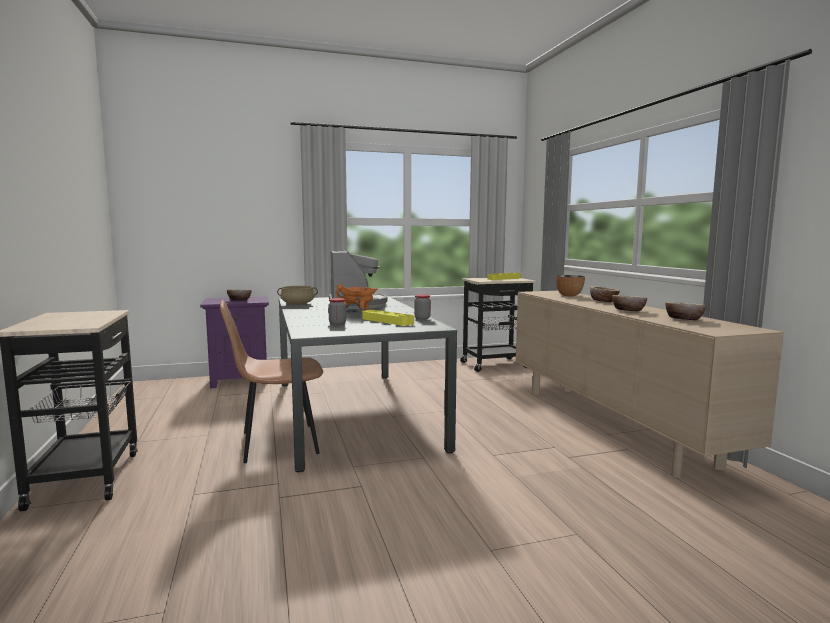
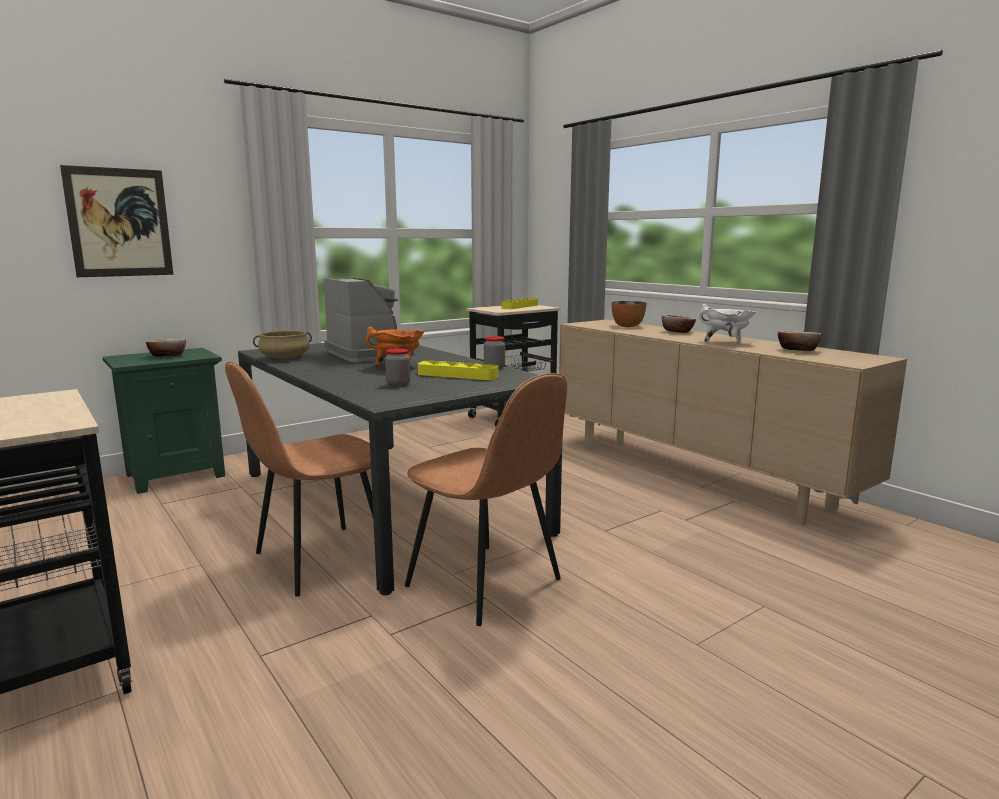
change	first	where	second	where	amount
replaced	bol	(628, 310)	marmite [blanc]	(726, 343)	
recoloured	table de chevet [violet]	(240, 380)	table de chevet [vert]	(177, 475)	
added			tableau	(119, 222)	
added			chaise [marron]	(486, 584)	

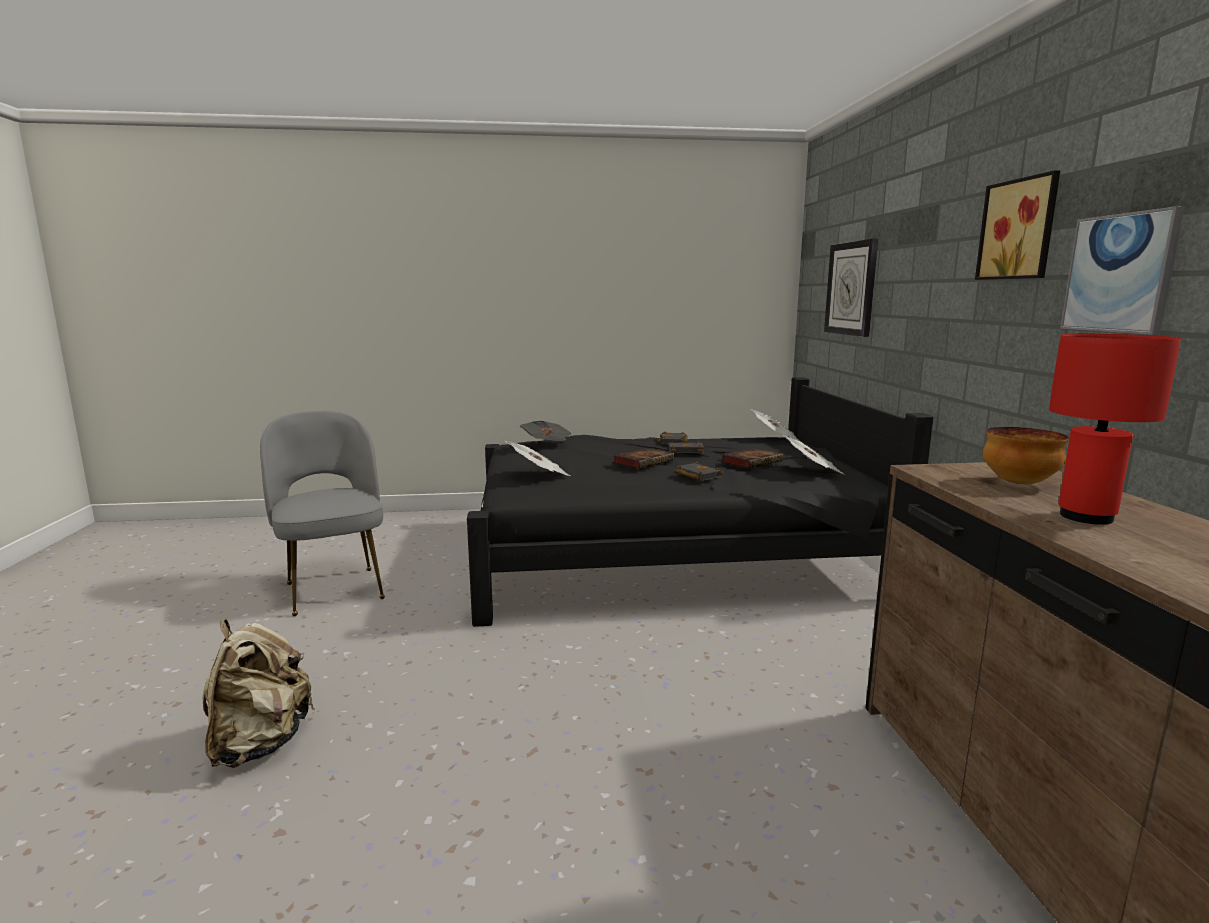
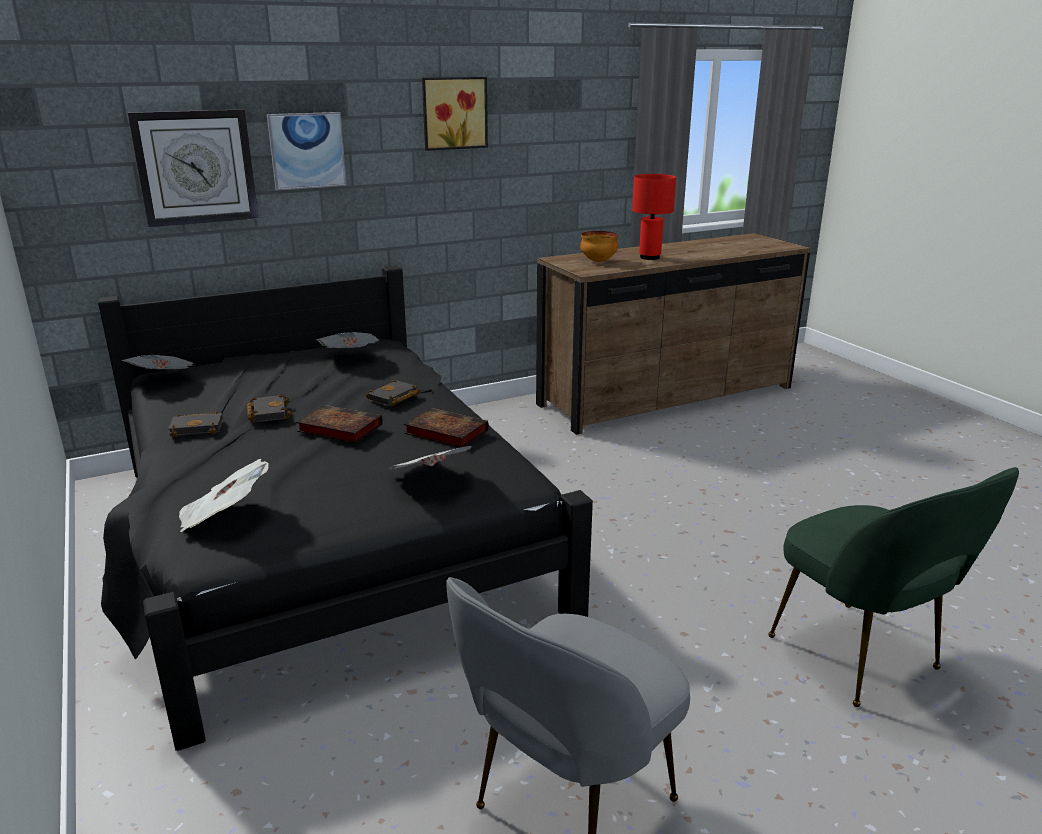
change	first	where	second	where	amount
moved	tableau	(1120, 273)		(307, 150)	
moved	livre	(752, 462)		(444, 432)	
replaced	sac à dos [beige]	(260, 743)	chaise [vert]	(862, 661)	

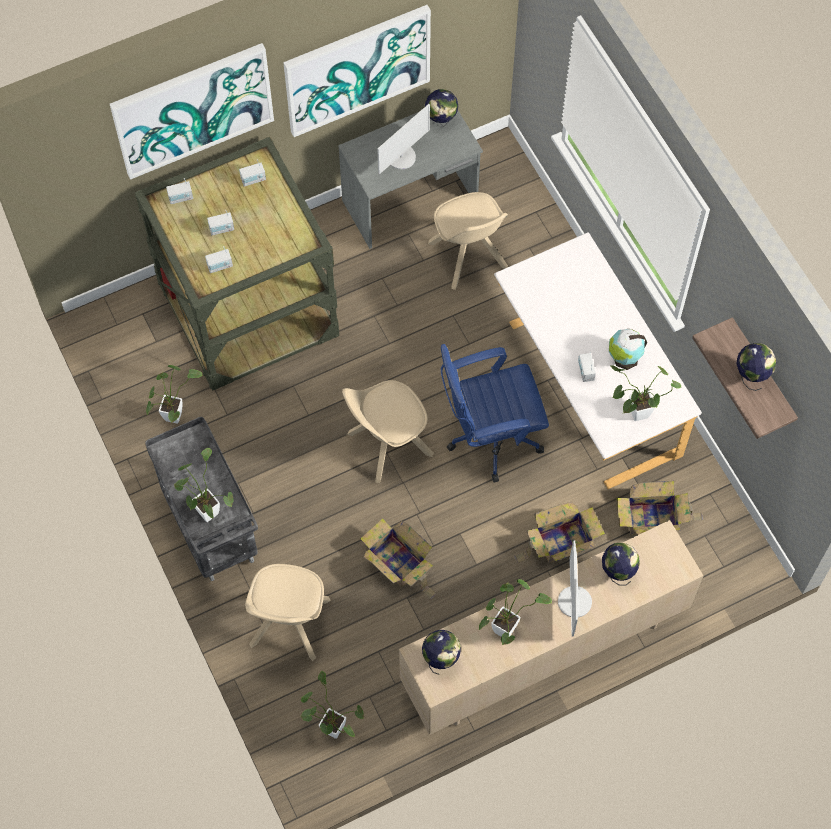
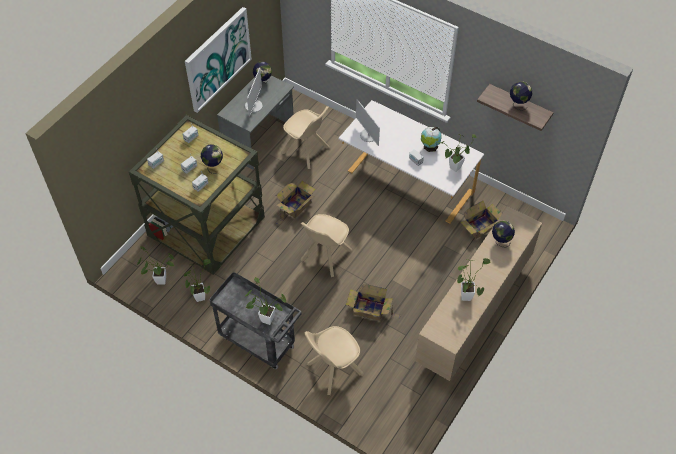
change	first	where	second	where	amount
removed	tableau	(193, 109)			
removed	chaise de bureau [bleu]	(490, 438)			
moved	carton	(560, 542)		(295, 206)	
moved	écran d'ordinateur	(574, 602)		(368, 135)	
turned	chaise [beige]	(289, 625)		(333, 370)	75 degrees clockwise
moved	globe	(441, 658)		(213, 166)	
moved	plante en pot	(329, 727)		(158, 281)	

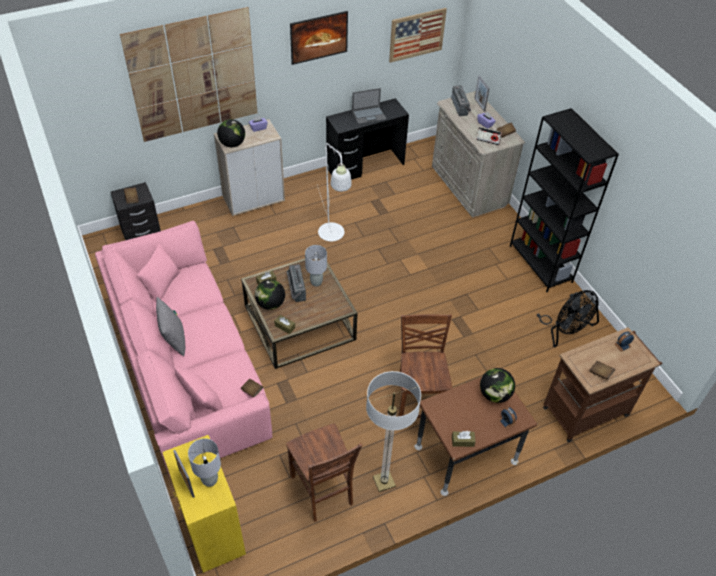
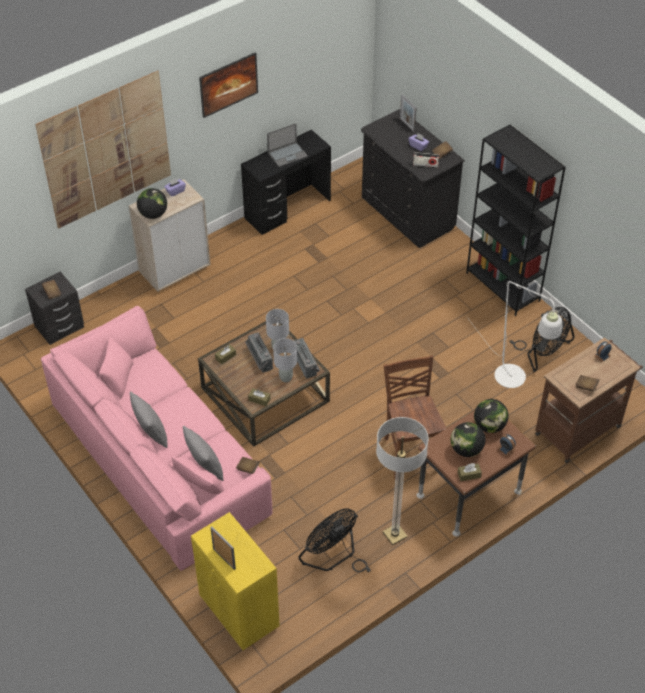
change	first	where	second	where	amount
removed	tableau	(417, 34)			
moved	radio	(461, 107)		(306, 363)	
recoloured	commode [beige]	(468, 186)	commode [noir]	(406, 213)	
moved	lampadaire [blanc]	(333, 237)		(514, 381)	
moved	globe	(270, 304)		(466, 449)	
replaced	chaise [marron]	(322, 491)	ventilateur [noir]	(337, 555)	
moved	lampe de table [gris]	(209, 480)		(285, 378)	
added			coussin [gris]	(205, 467)	

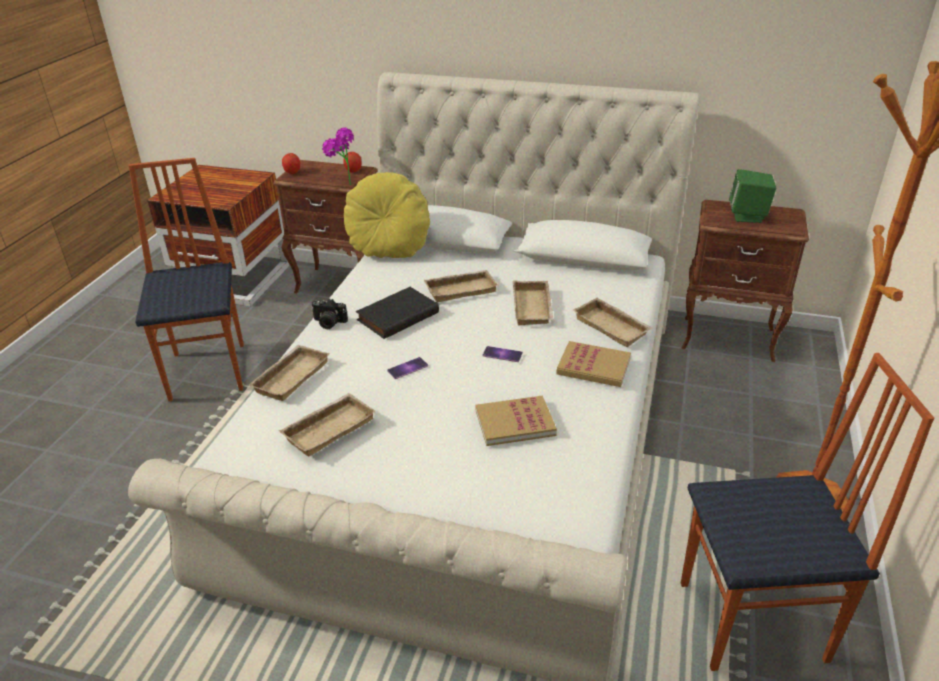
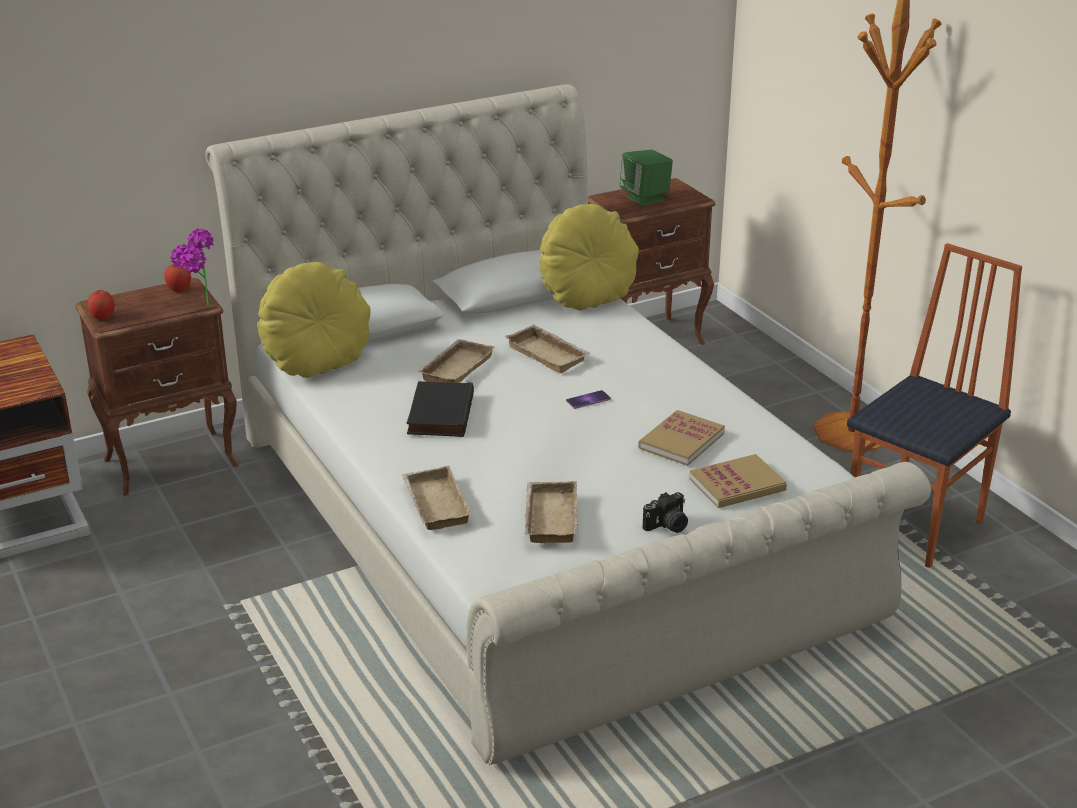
change	first	where	second	where	amount
removed	chaise	(209, 370)			
removed	plateau [beige]	(613, 326)			
moved	appareil photo	(329, 323)		(667, 526)	
moved	livre	(593, 367)		(737, 485)	
removed	téléphone	(407, 368)			
added			coussin [jaune]	(587, 301)	

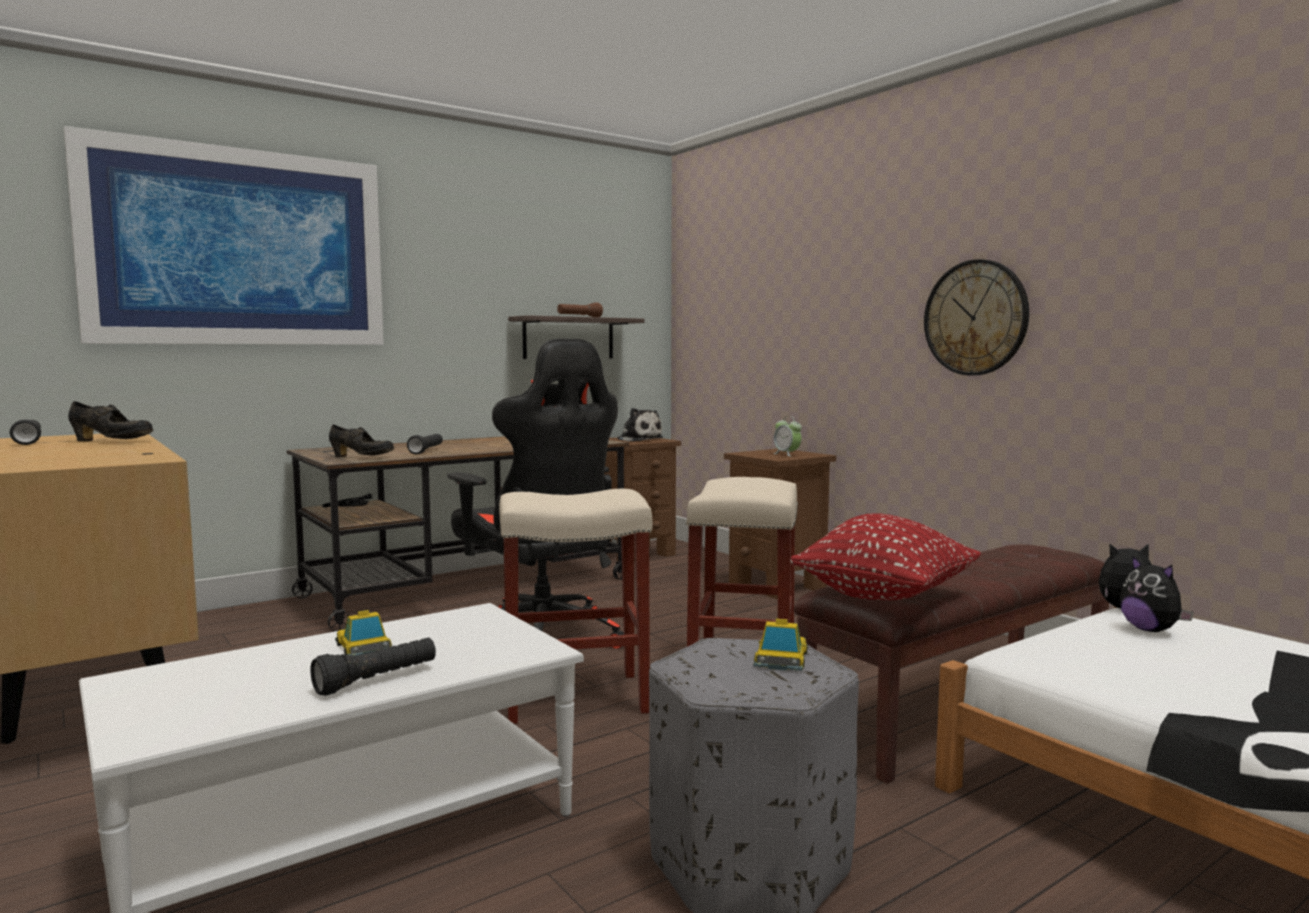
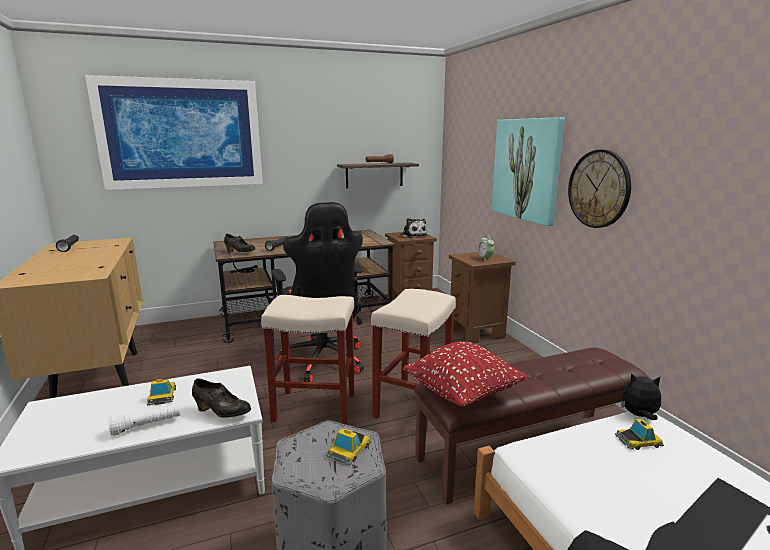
change	first	where	second	where	amount
moved	chaussure [noir]	(111, 441)		(222, 413)	
replaced	peluche	(1150, 630)	petite voiture	(638, 441)	
recoloured	lampe de poche [noir]	(377, 680)	lampe de poche [blanc]	(147, 426)	
added			tableau	(526, 169)	

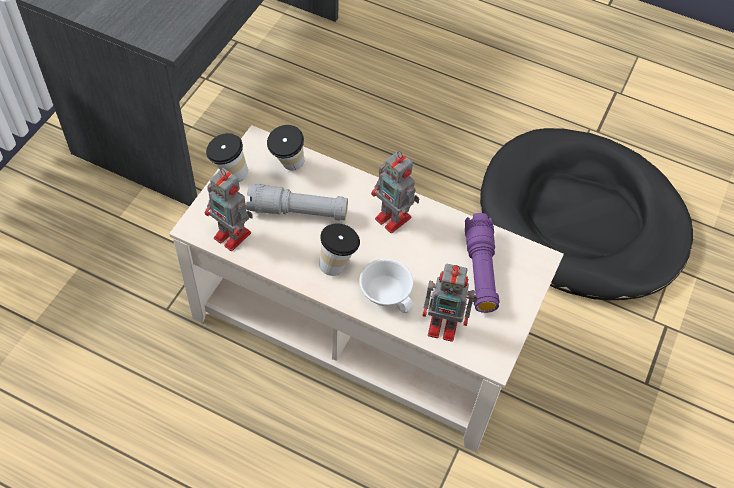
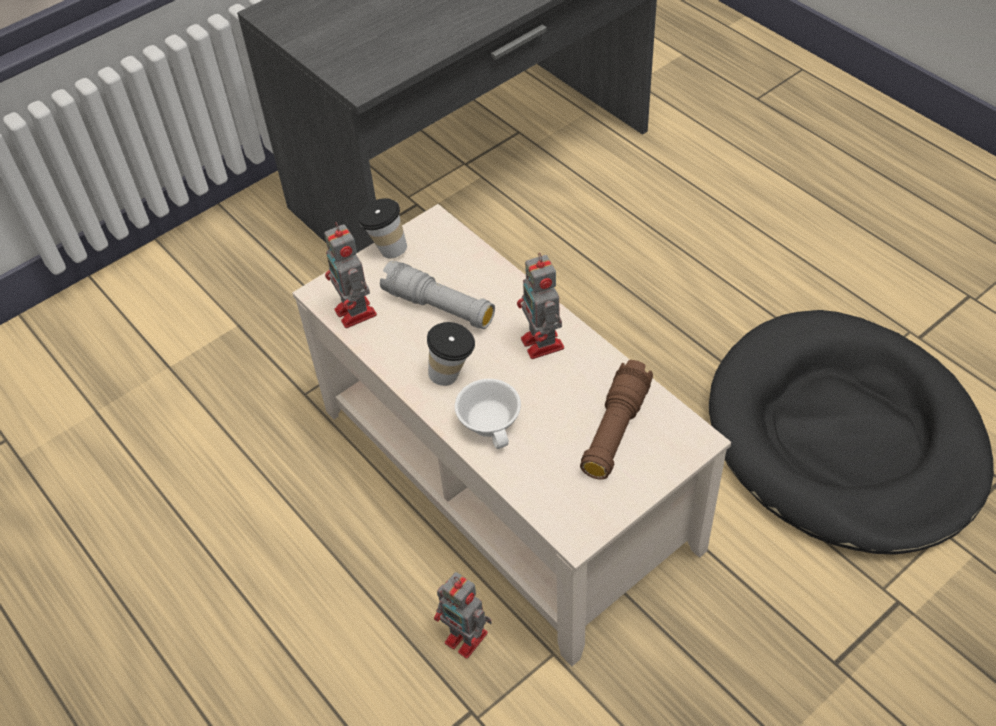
change	first	where	second	where	amount
removed	tasse	(287, 167)			
recoloured	lampe de poche [violet]	(480, 270)	lampe de poche [marron]	(615, 430)	
moved	robot jouet	(445, 326)		(468, 639)	

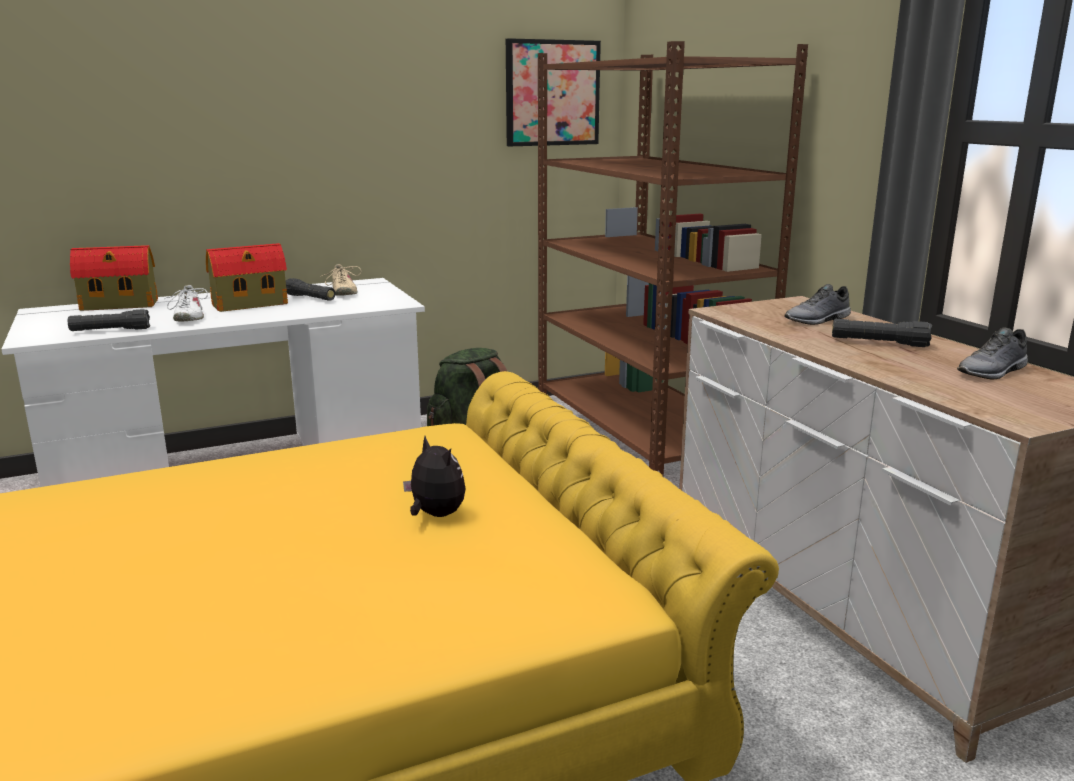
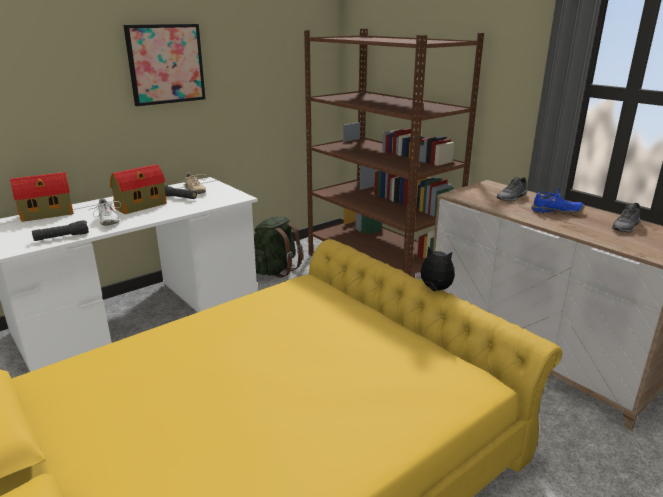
change	first	where	second	where	amount
moved	tableau	(552, 93)		(166, 64)	
replaced	lampe de poche [noir]	(879, 343)	chaussure [bleu]	(556, 212)	
moved	peluche	(435, 515)		(435, 289)	

